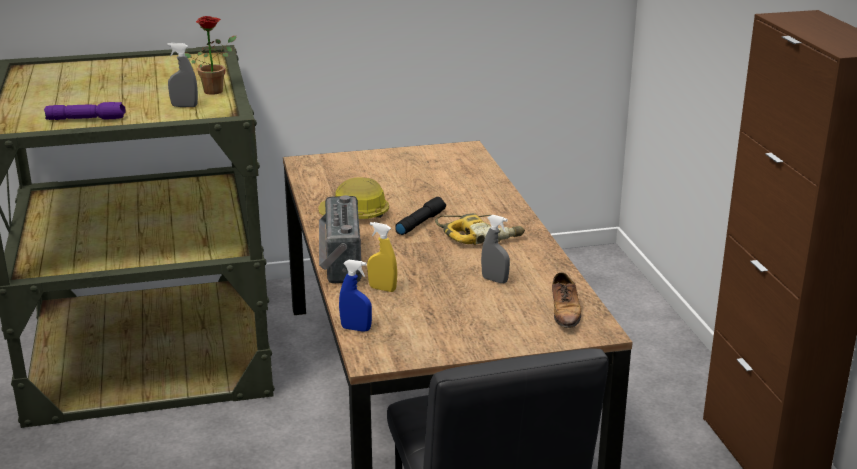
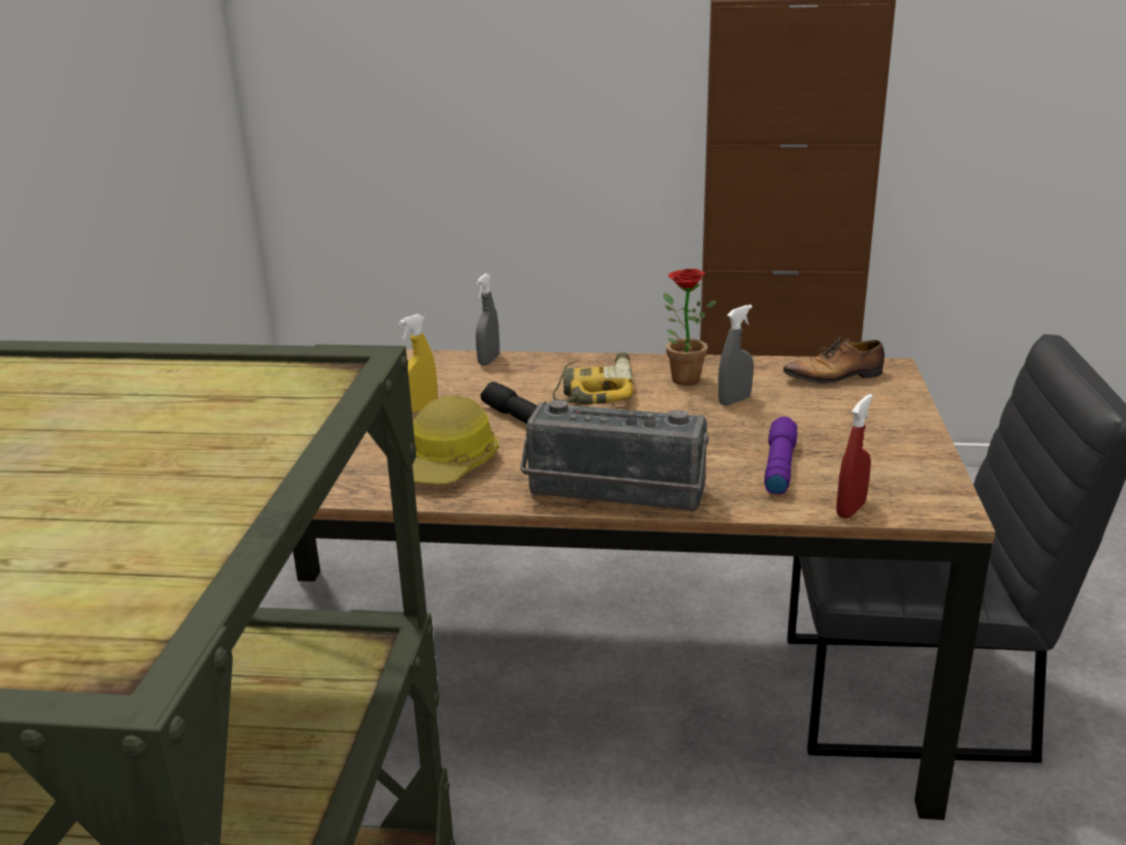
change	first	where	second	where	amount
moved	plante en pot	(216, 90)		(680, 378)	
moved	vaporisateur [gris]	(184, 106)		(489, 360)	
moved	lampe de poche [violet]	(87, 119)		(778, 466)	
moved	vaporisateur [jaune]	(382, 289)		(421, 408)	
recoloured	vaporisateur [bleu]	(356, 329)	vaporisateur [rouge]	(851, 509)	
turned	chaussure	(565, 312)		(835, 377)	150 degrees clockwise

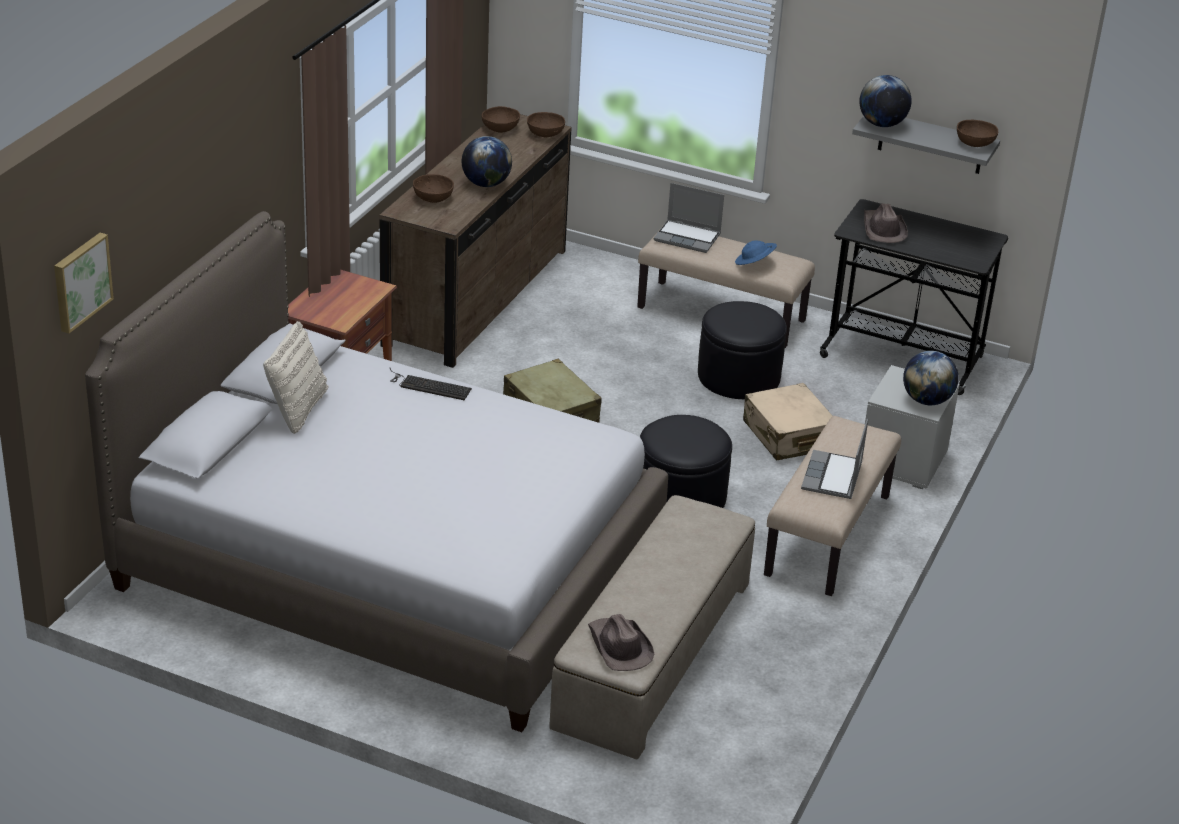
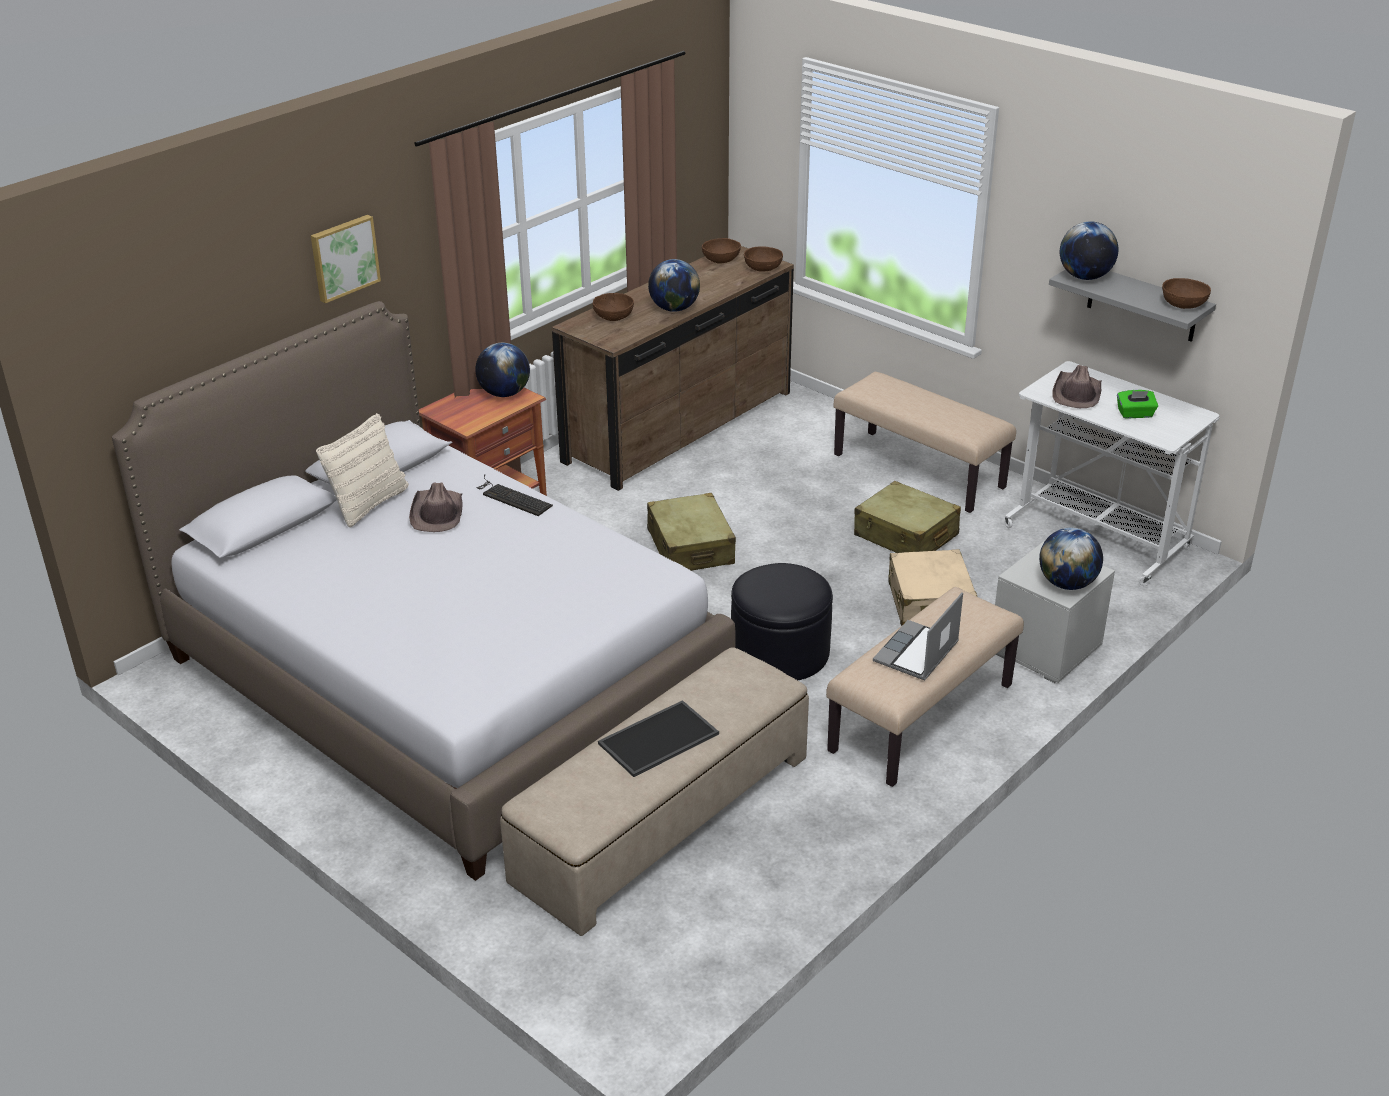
change	first	where	second	where	amount
removed	ordinateur portable	(688, 237)			
recoloured	bureau [noir]	(902, 356)	bureau [blanc]	(1097, 537)	
moved	tableau	(80, 281)		(343, 257)	
removed	chapeau [bleu]	(754, 263)			
replaced	pouf [noir]	(739, 376)	valise [beige]	(906, 536)	
moved	chapeau [marron]	(619, 646)		(437, 513)	
added			globe	(504, 393)	
added			boîte à mouchoirs [vert]	(1135, 414)	
added			plateau	(658, 740)	

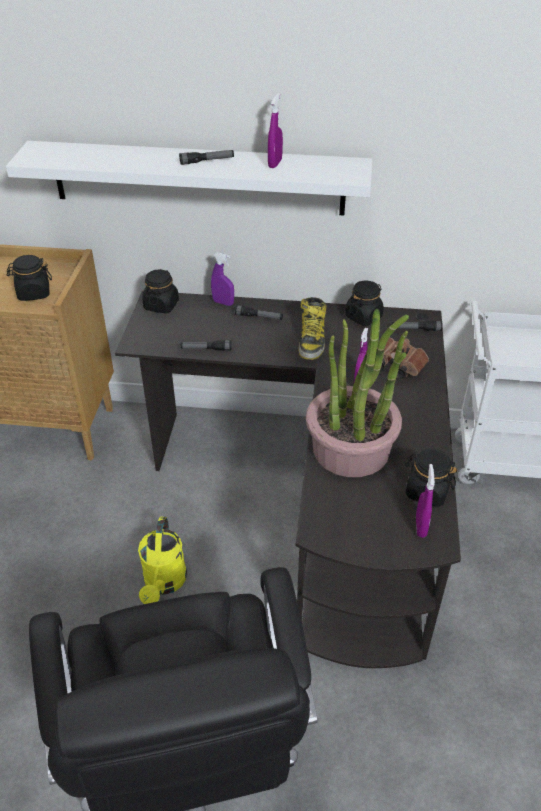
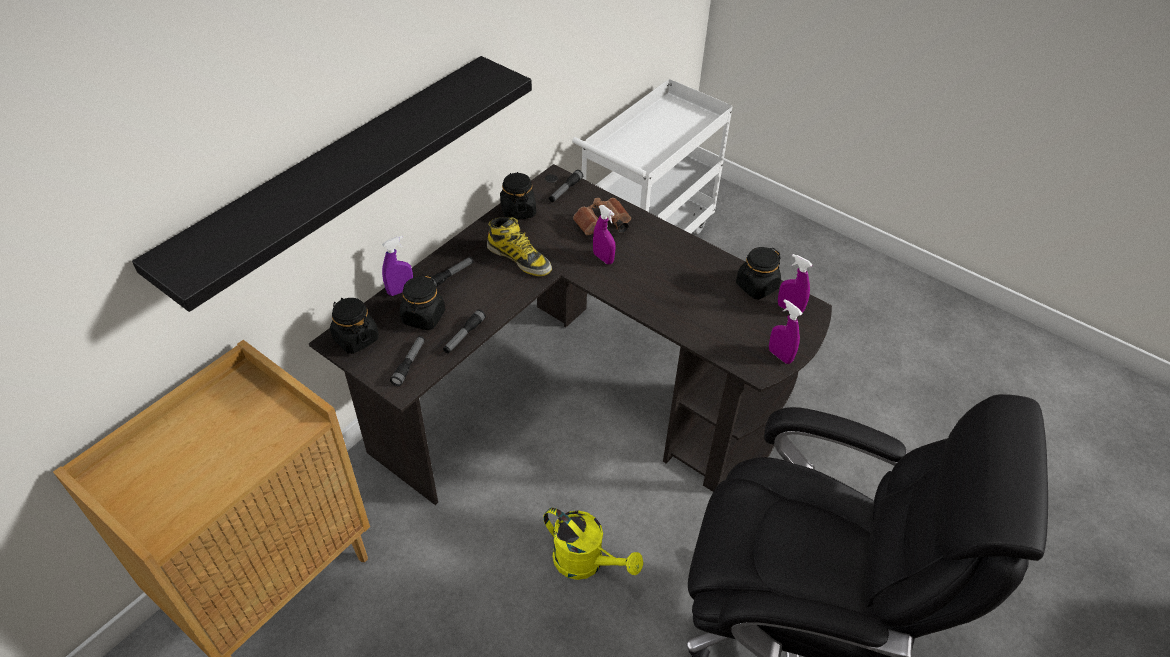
change	first	where	second	where	amount
moved	vaporisateur [violet]	(275, 163)		(780, 356)	
recoloured	étagère [blanc]	(198, 178)	étagère [noir]	(337, 175)	
moved	lampe de poche	(207, 161)		(409, 363)	
moved	bocal [noir]	(33, 293)		(423, 317)	
removed	plante en pot	(351, 449)			

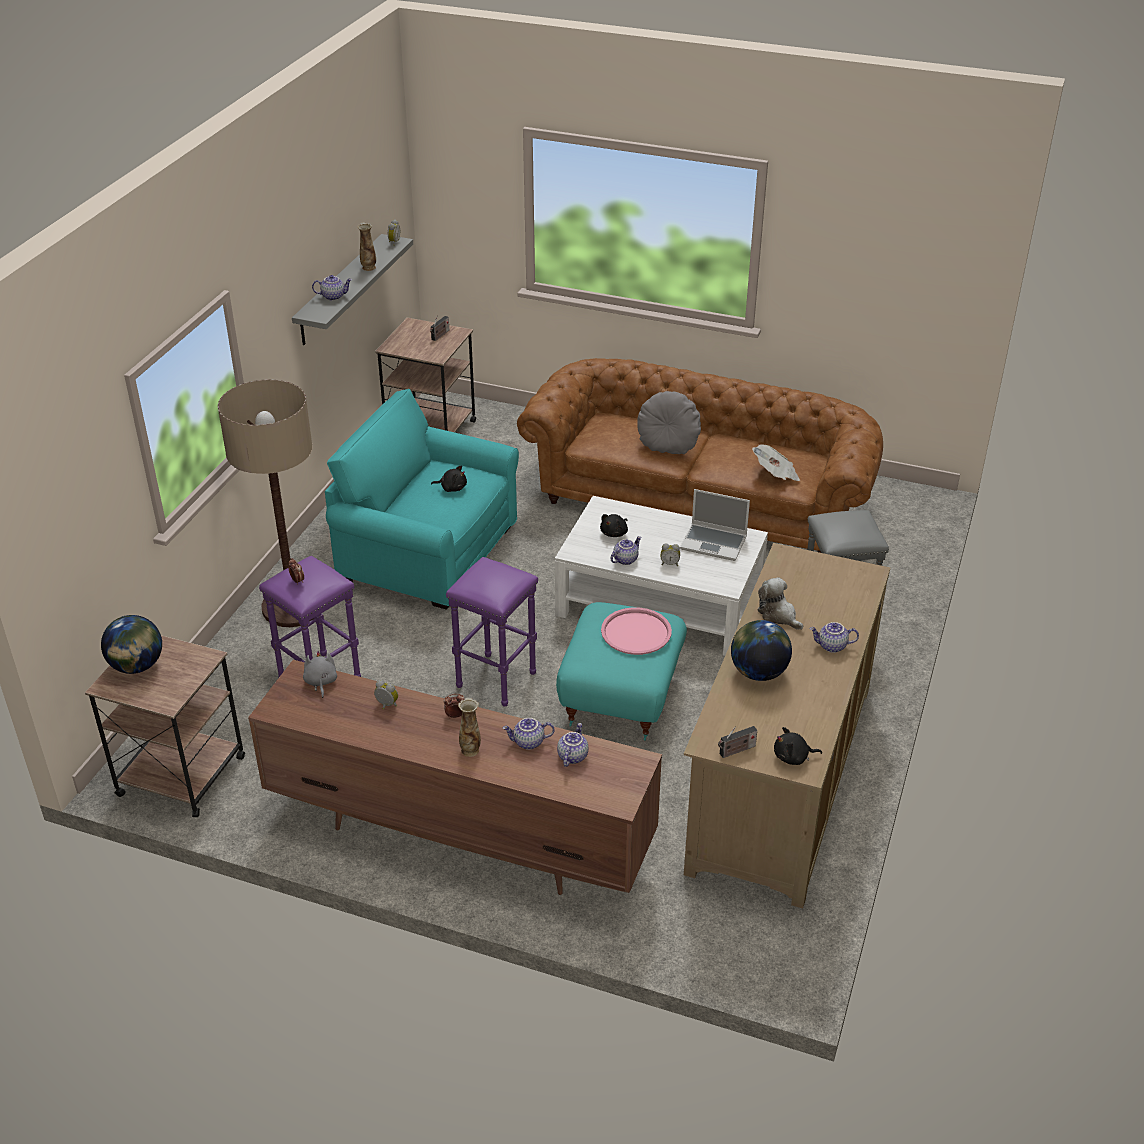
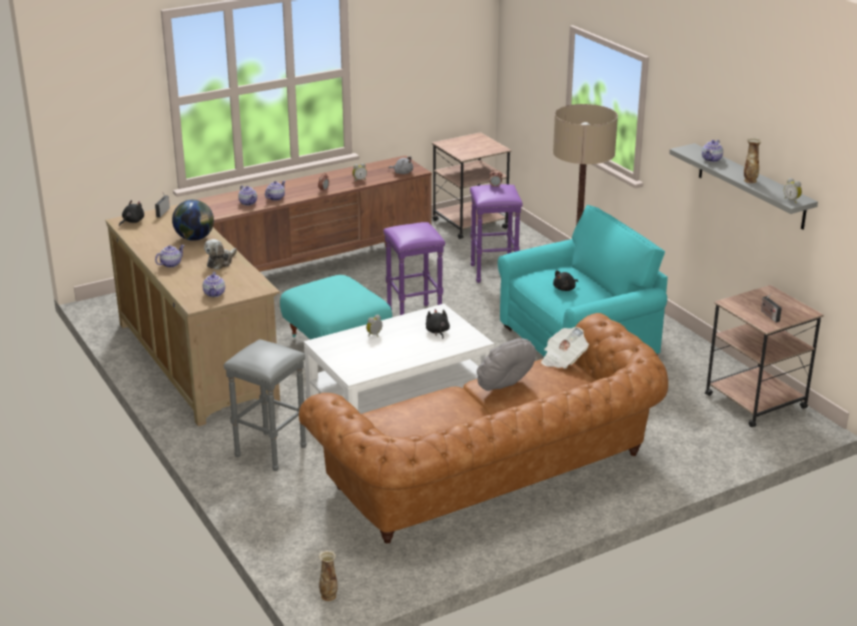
change	first	where	second	where	amount
moved	journal	(775, 474)		(563, 359)	
removed	ordinateur portable	(714, 543)			
moved	théière	(625, 559)		(215, 294)	
turned	peluche	(778, 615)		(220, 262)	120 degrees clockwise
removed	plateau [rose]	(636, 632)			
removed	globe	(137, 666)			
moved	vase	(470, 750)		(328, 596)	

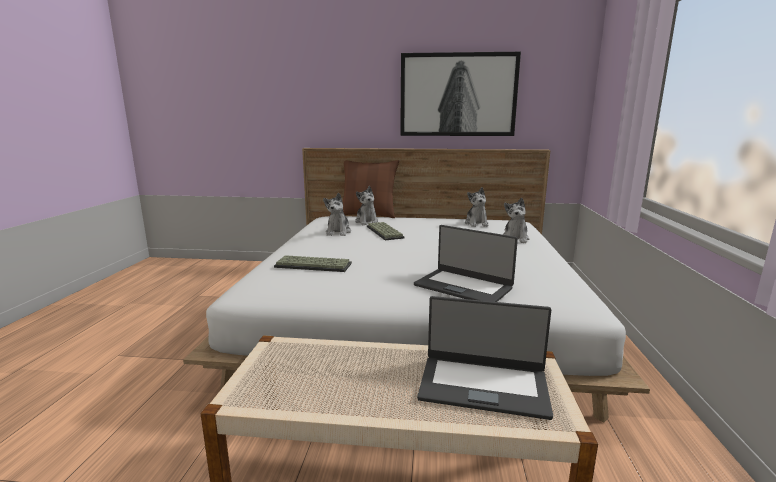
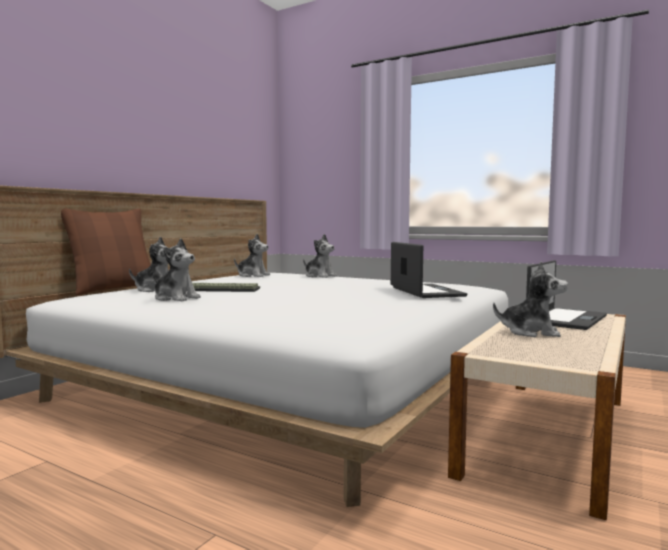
change	first	where	second	where	amount
removed	tableau	(458, 95)			
turned	ordinateur portable	(463, 286)		(425, 292)	75 degrees counterclockwise
removed	clavier	(314, 265)			
added			peluche	(530, 332)	

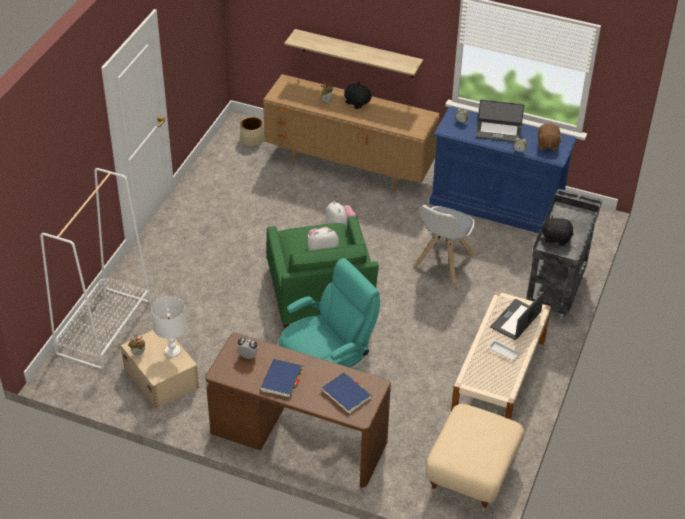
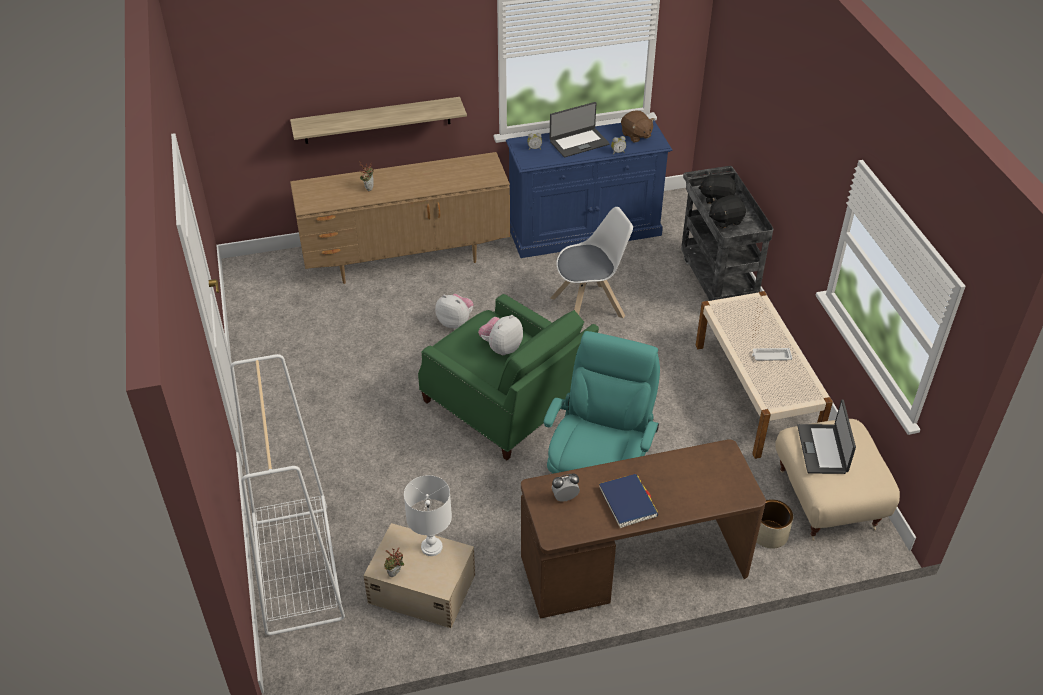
change	first	where	second	where	amount
moved	peluche [noir]	(357, 102)		(717, 198)	
moved	cache-pot [beige]	(252, 139)		(769, 534)	
turned	chaise	(443, 261)		(589, 307)	105 degrees counterclockwise
moved	ordinateur portable	(516, 320)		(823, 449)	
removed	livre [bleu]	(346, 394)			

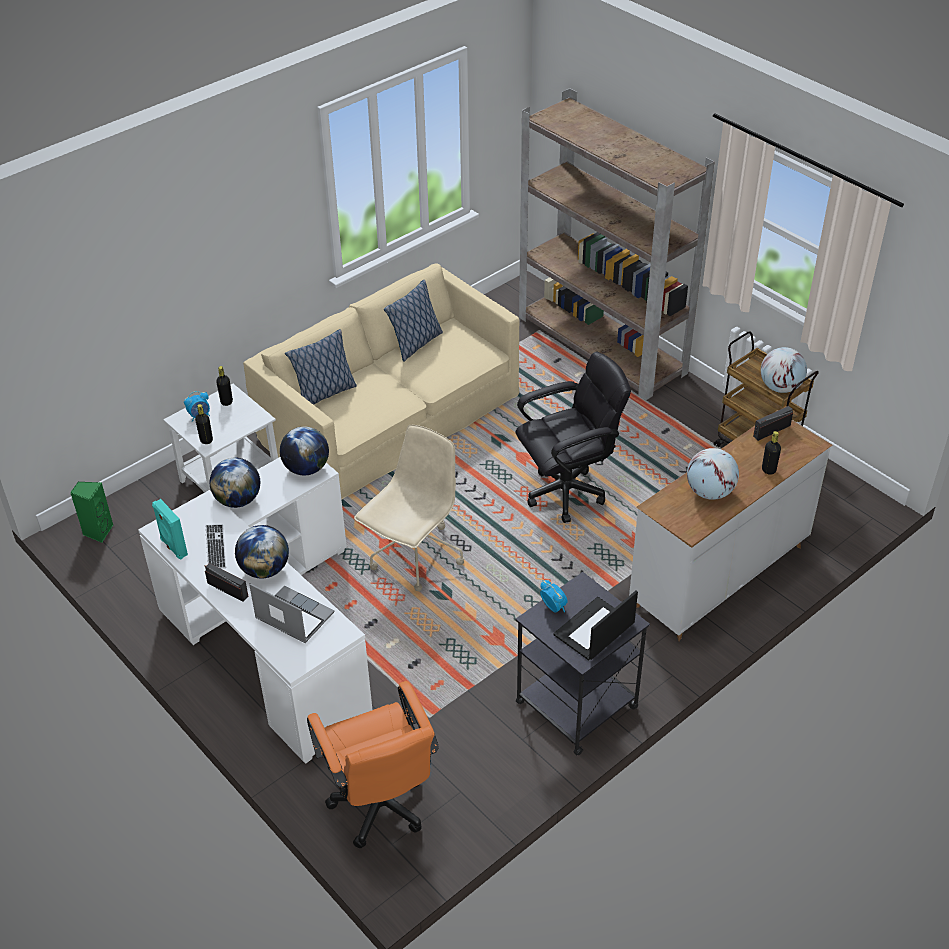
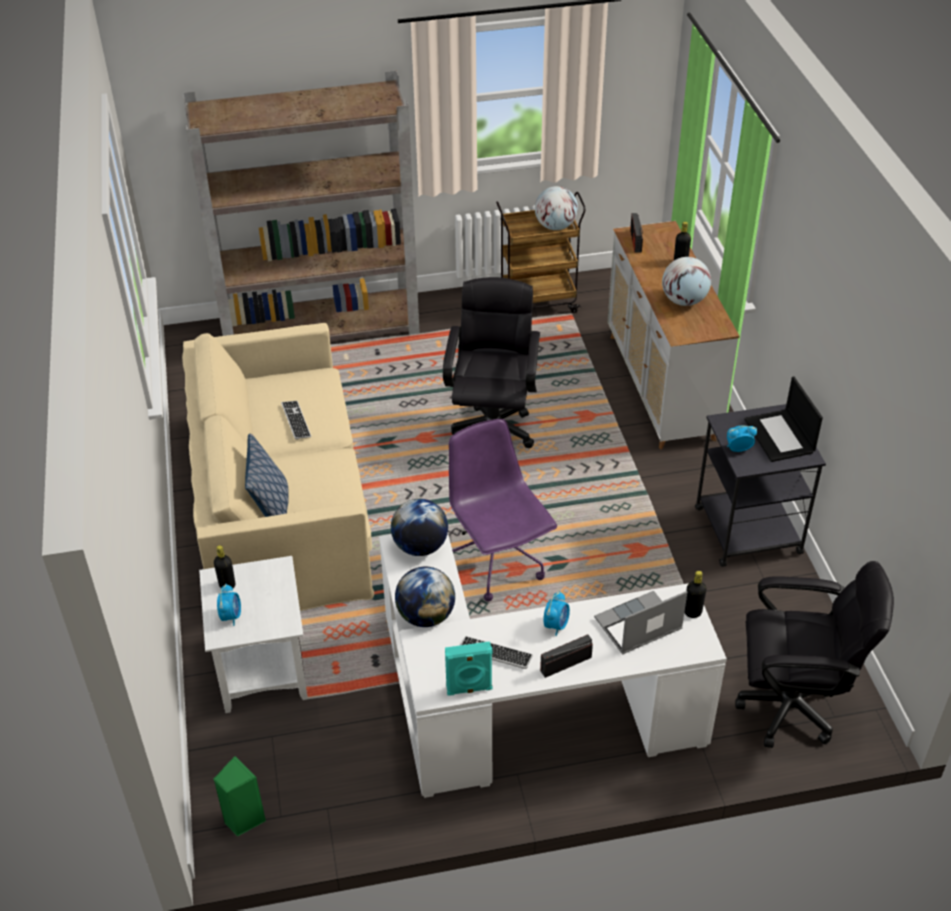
change	first	where	second	where	amount
removed	coussin	(415, 344)			
moved	bouteille [noir]	(206, 440)		(692, 612)	
recoloured	chaise de bureau [beige]	(414, 559)	chaise de bureau [violet]	(497, 565)	
replaced	globe	(264, 569)	réveil	(556, 625)	
recoloured	chaise de bureau [orange]	(382, 811)	chaise de bureau [noir]	(793, 709)	
added			clavier	(296, 421)	

